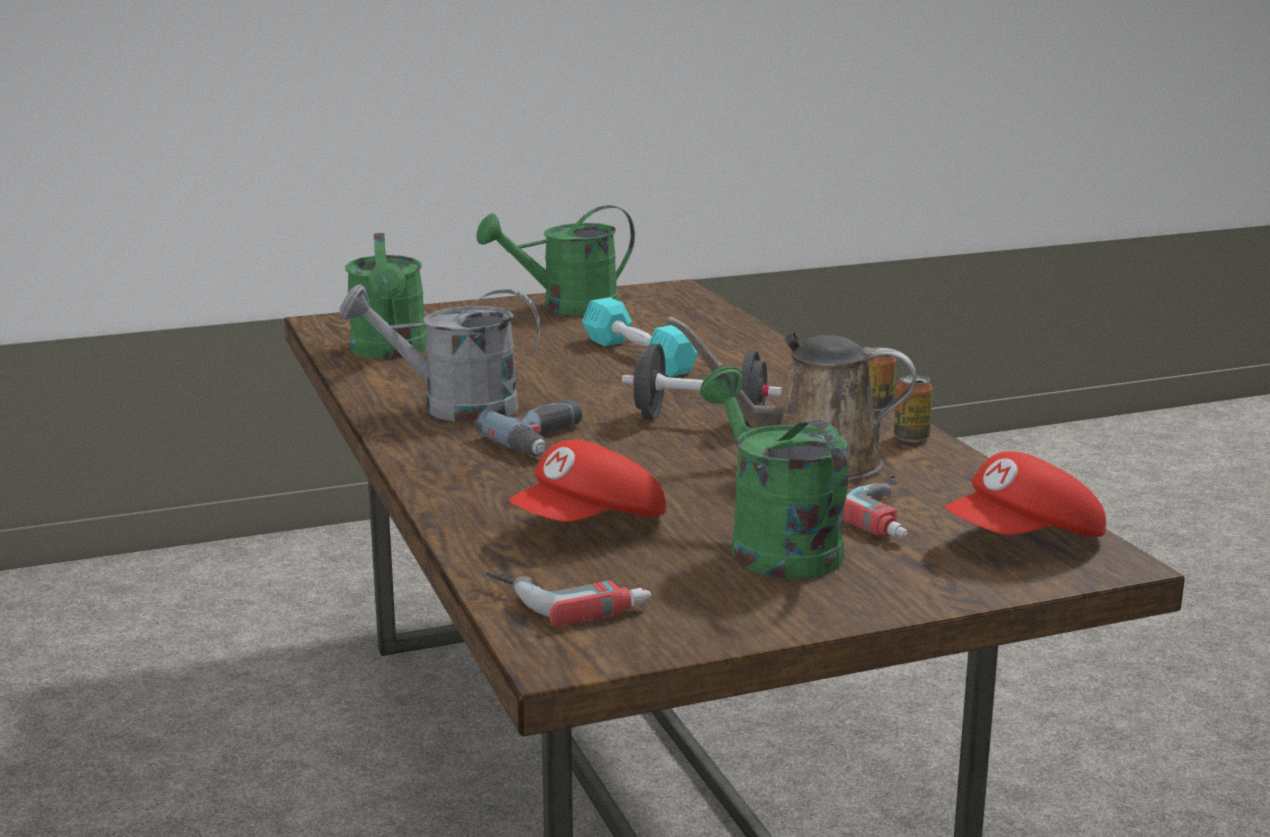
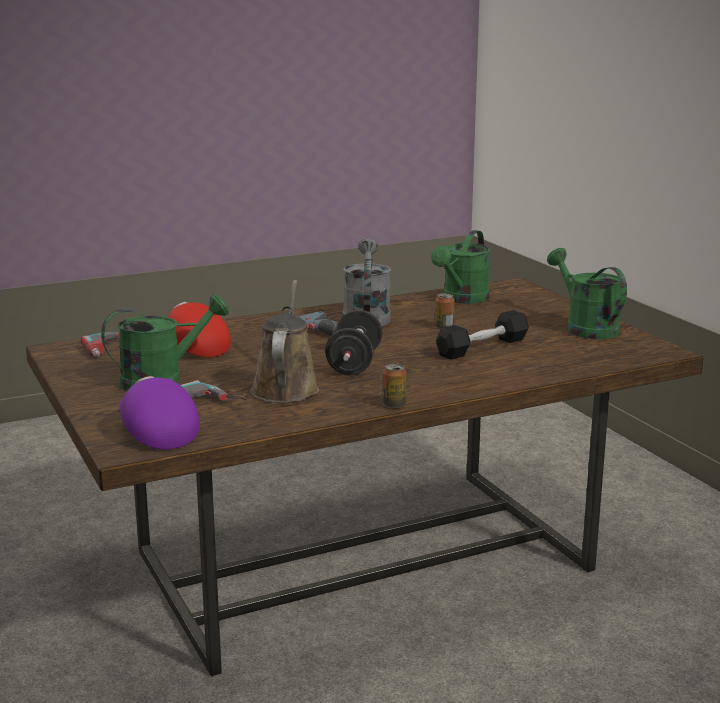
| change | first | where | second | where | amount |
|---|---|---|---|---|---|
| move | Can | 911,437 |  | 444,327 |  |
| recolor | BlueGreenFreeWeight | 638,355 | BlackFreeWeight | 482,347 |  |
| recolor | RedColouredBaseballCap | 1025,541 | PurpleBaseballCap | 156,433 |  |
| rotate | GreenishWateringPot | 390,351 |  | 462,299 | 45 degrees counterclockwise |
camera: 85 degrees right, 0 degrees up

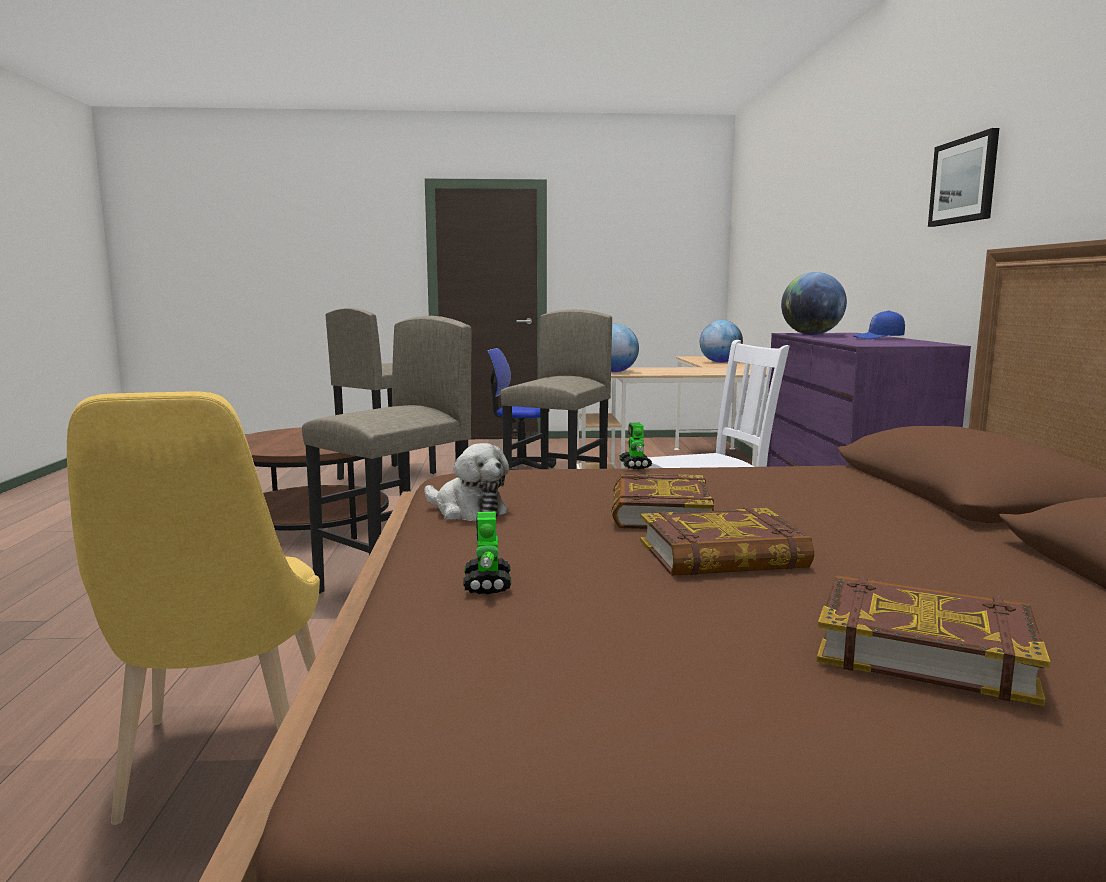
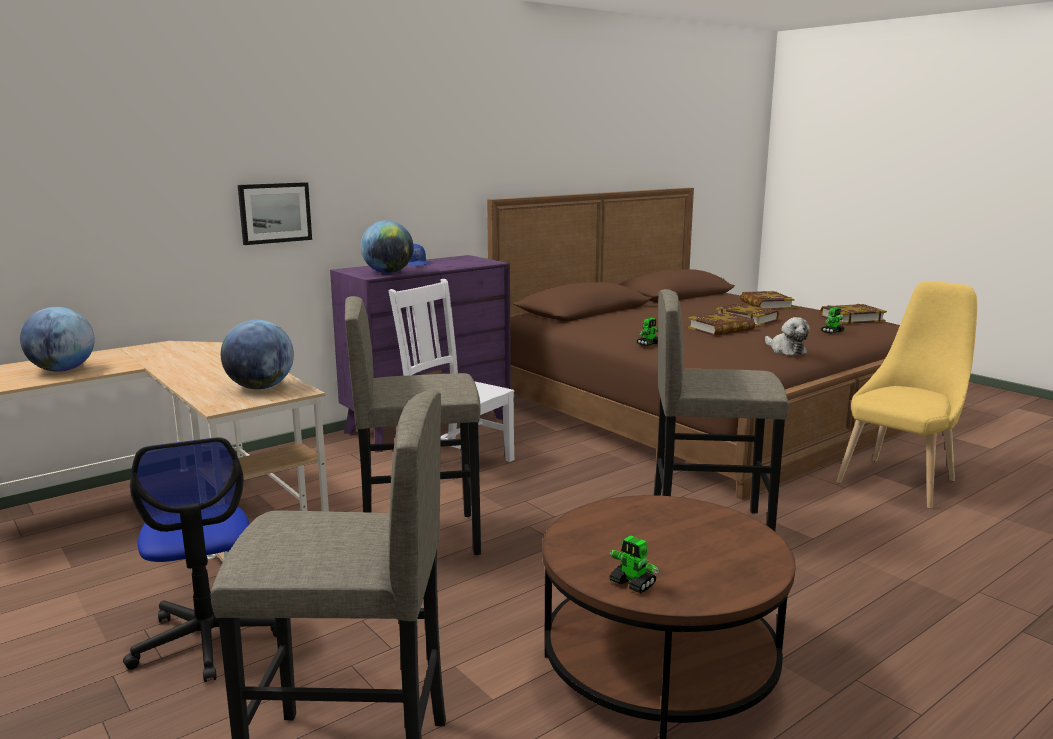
| change | first | where | second | where | amount |
|---|---|---|---|---|---|
| insert |  |  | ModelRobot | 633,584 |  |
| insert |  |  | Volume | 851,318 |  |
| move | WallArt | 964,180 |  | 275,213 |  |
| rotate | CuddlyToy | 467,511 |  | 785,350 | 150 degrees clockwise |
camera: 125 degrees left, 5 degrees up

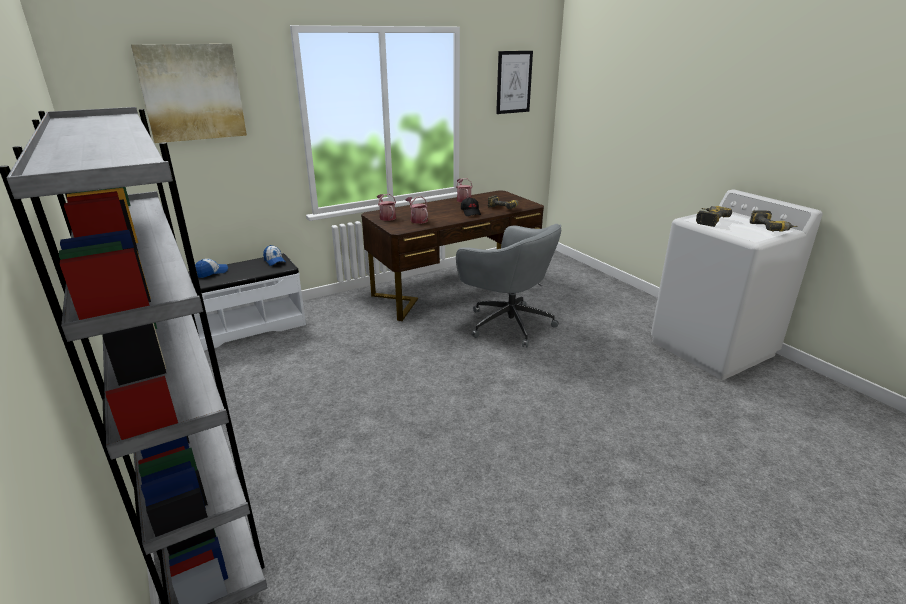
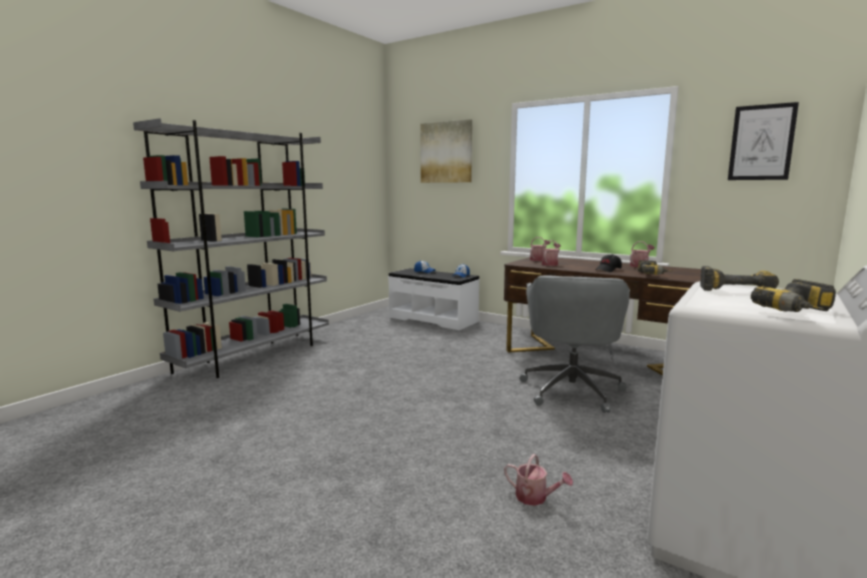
| change | first | where | second | where | amount |
|---|---|---|---|---|---|
| insert |  |  | WateringPot | 535,497 |  |
camera: 65 degrees right, 15 degrees down

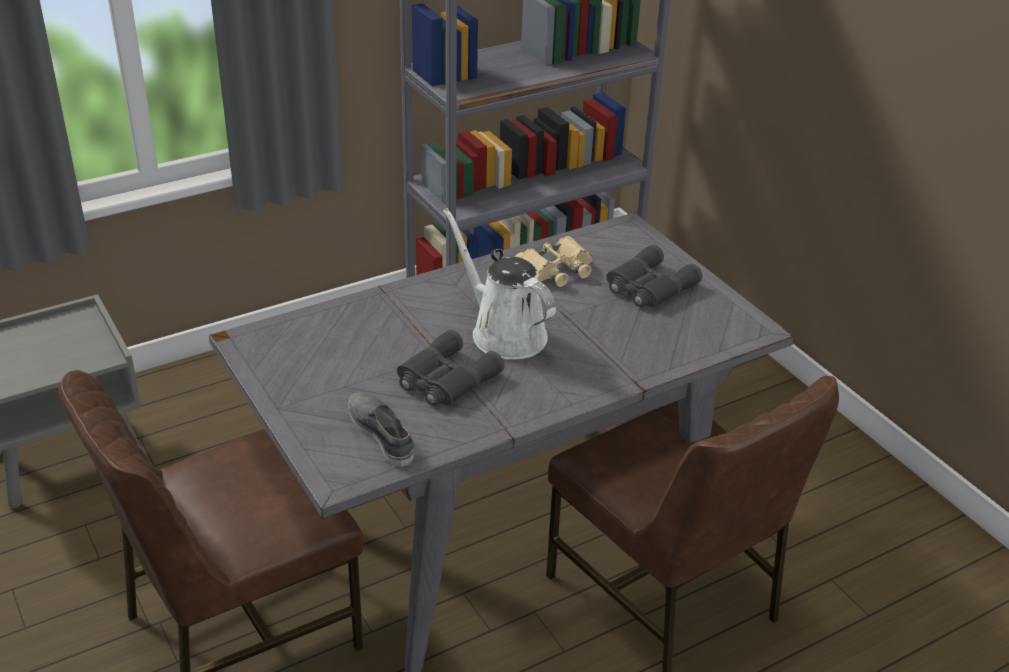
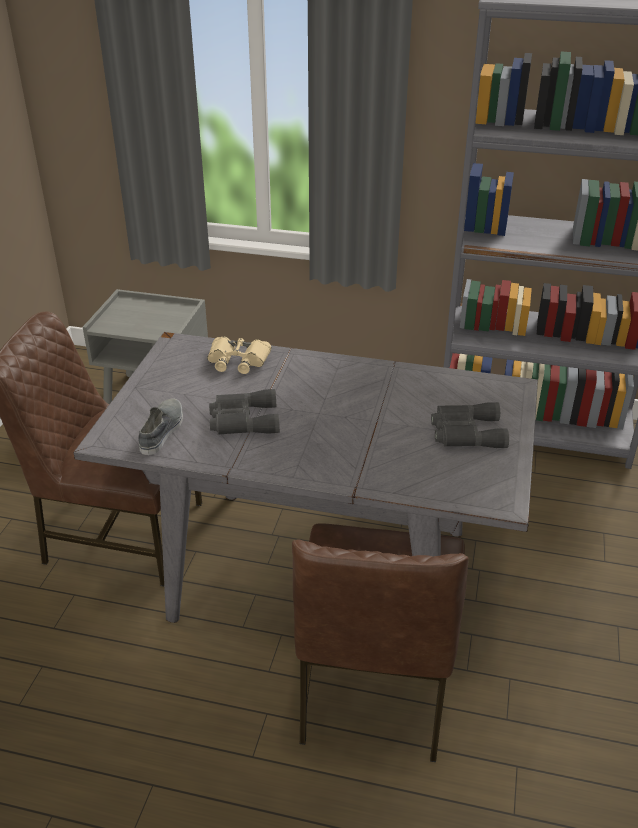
| change | first | where | second | where | amount |
|---|---|---|---|---|---|
| delete | WhitishWateringPot | 503,333 |  |  |  |
| move | BeigeColouredPairOfBinoculars | 555,269 |  | 238,360 |  |
camera: 45 degrees right, 0 degrees up

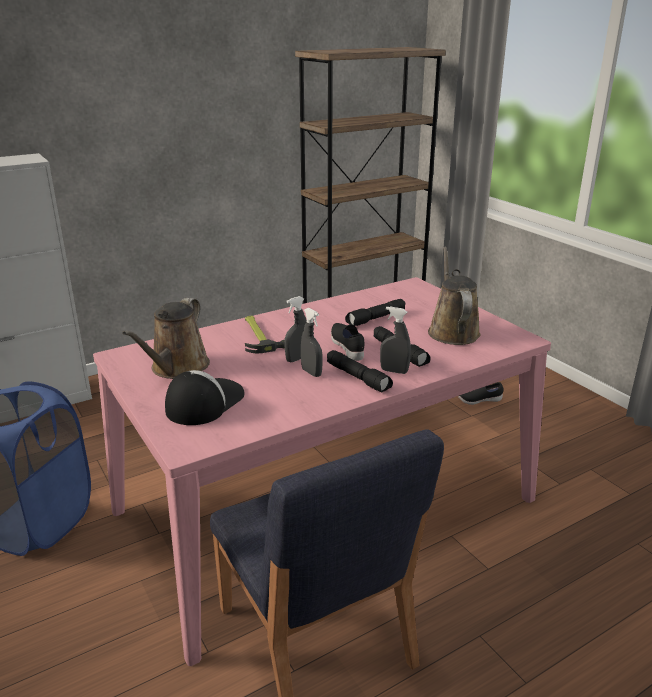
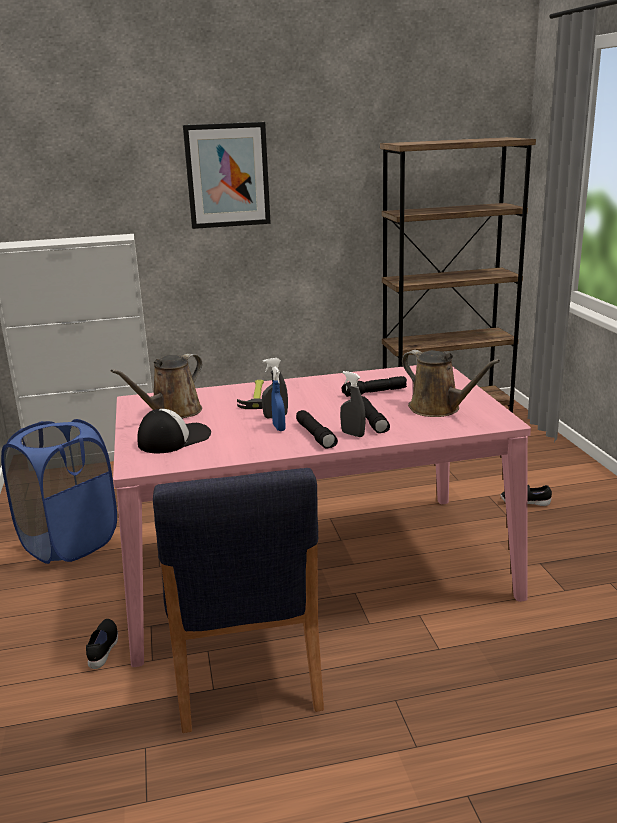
| change | first | where | second | where | amount |
|---|---|---|---|---|---|
| insert |  |  | WallArt | 227,175 |  |
| move | BlackItemOfFootwear | 348,348 |  | 104,649 |  |
| recolor | GreyishHandSprayer | 311,372 | BlueHandSprayer | 279,428 |  |
| rotate | BrownColouredWateringPot | 452,331 |  | 438,409 | 120 degrees clockwise |
camera: 20 degrees right, 5 degrees down

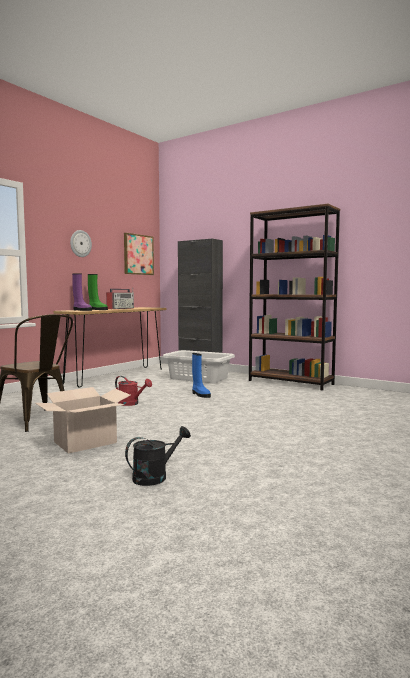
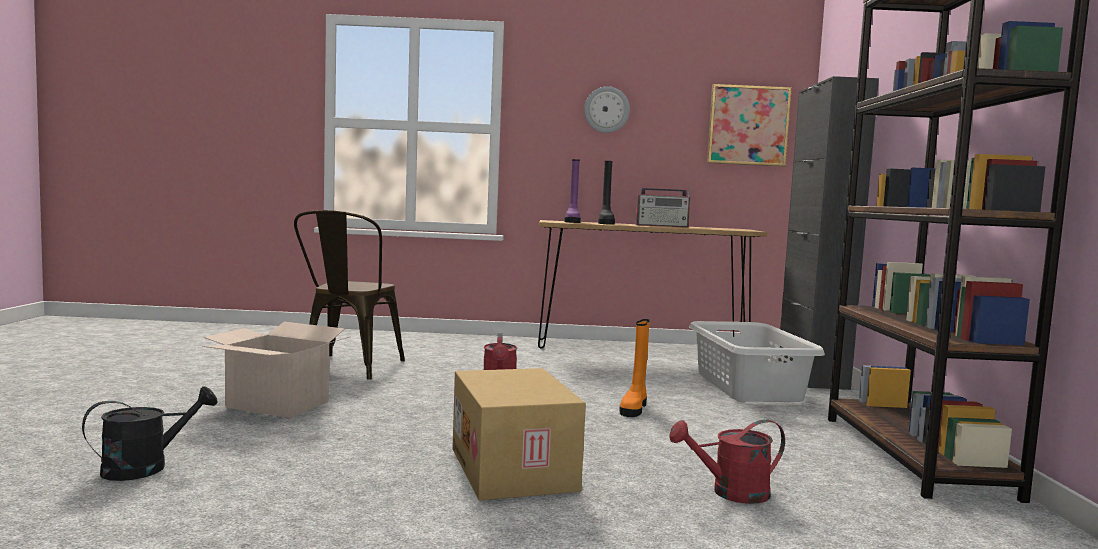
| change | first | where | second | where | amount |
|---|---|---|---|---|---|
| insert |  |  | PackingBox | 515,469 |  |
| insert |  |  | RedColouredWateringPot | 730,493 |  |
| recolor | GreenishBoot | 97,309 | BlackBoot | 605,223 |  |
| recolor | BlueBoot | 200,394 | OrangeColouredBoot | 634,408 |  |
| rotate | BlackWateringPot | 155,476 |  | 146,467 | 60 degrees counterclockwise |
camera: 55 degrees right, 0 degrees up

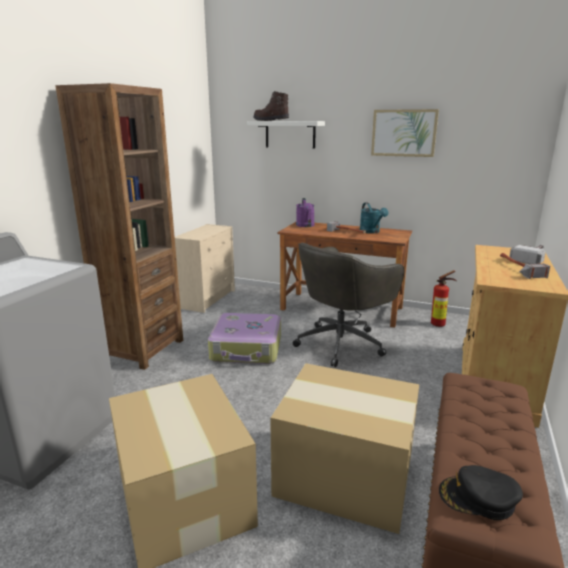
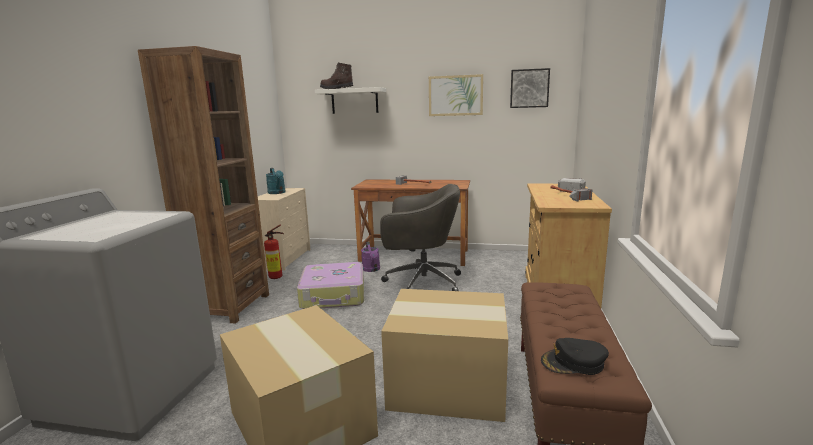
| change | first | where | second | where | amount |
|---|---|---|---|---|---|
| insert |  |  | WallArt | 529,88 |  |
| move | PurpleWateringPot | 305,226 |  | 372,269 |  |
| move | BlueGreenWateringPot | 371,232 |  | 277,193 |  |
| move | FireExtinguisher | 440,324 |  | 278,277 |  |
| rotate | GreyishComputerChair | 342,343 |  | 421,282 | 120 degrees counterclockwise |
camera: 10 degrees left, 5 degrees down

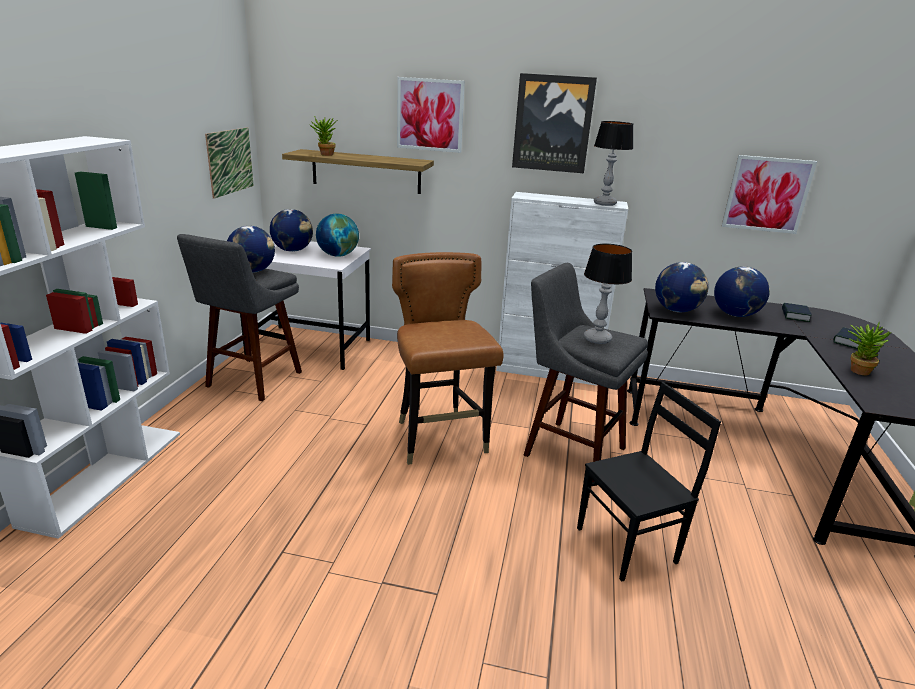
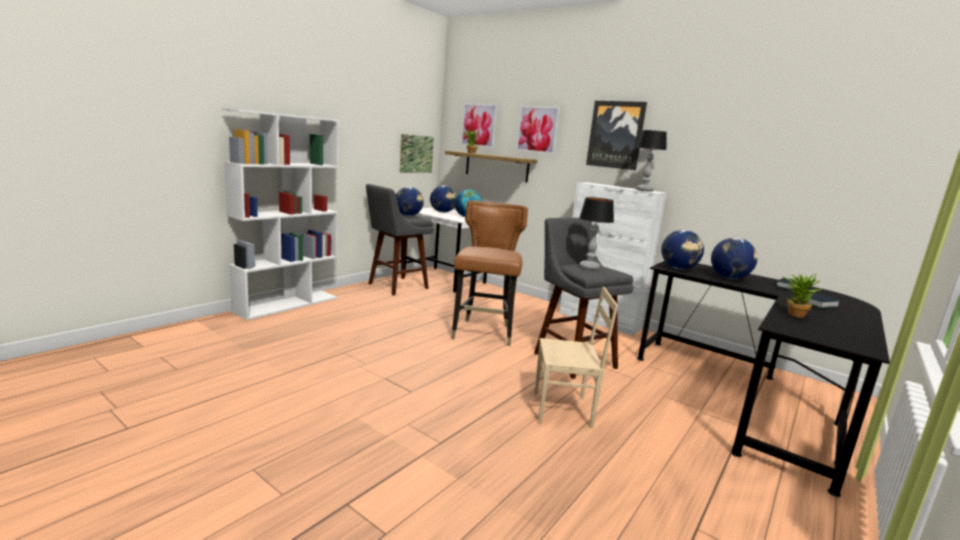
| change | first | where | second | where | amount |
|---|---|---|---|---|---|
| move | WallArt | 767,194 |  | 479,125 |  |
| recolor | BlackChair | 628,545 | BeigeColouredChair | 563,410 |  |
camera: 25 degrees right, 10 degrees down

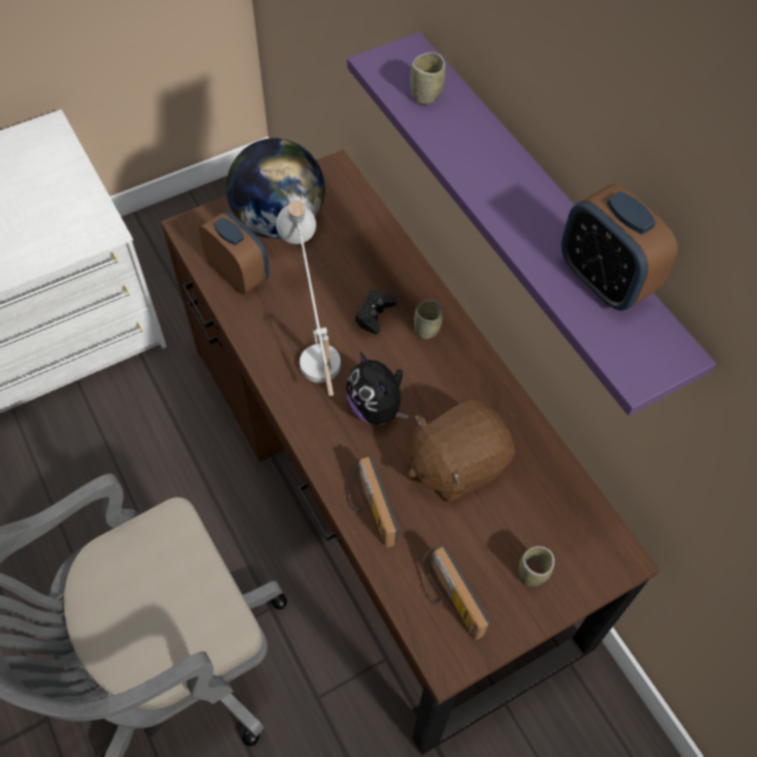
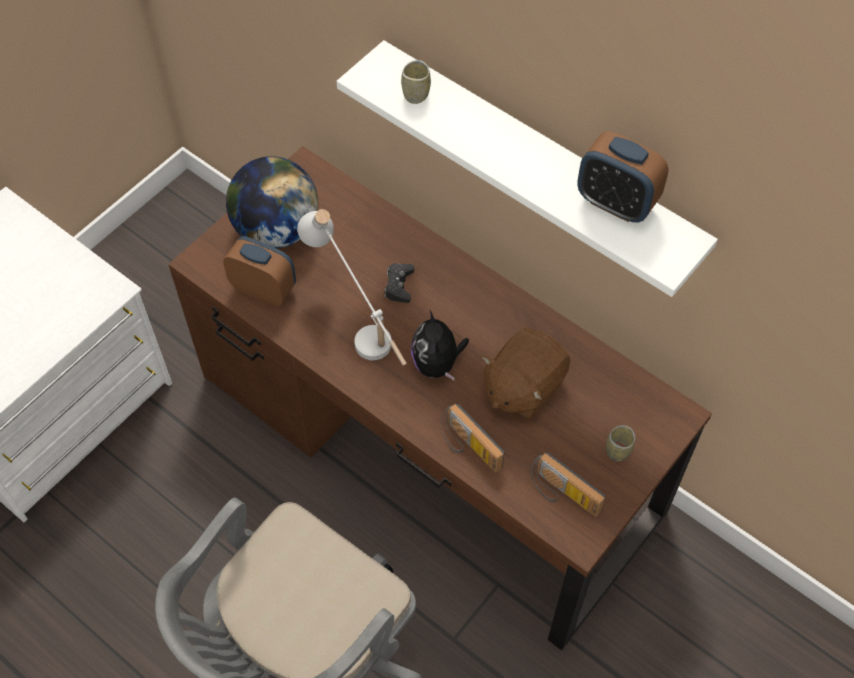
| change | first | where | second | where | amount |
|---|---|---|---|---|---|
| delete | Cup | 427,329 |  |  |  |
| recolor | PurpleBracketShelf | 541,212 | WhitishBracketShelf | 538,161 |  |
| rotate | CuddlyToy | 377,408 |  | 437,364 | 45 degrees clockwise |
camera: 20 degrees left, 0 degrees up

